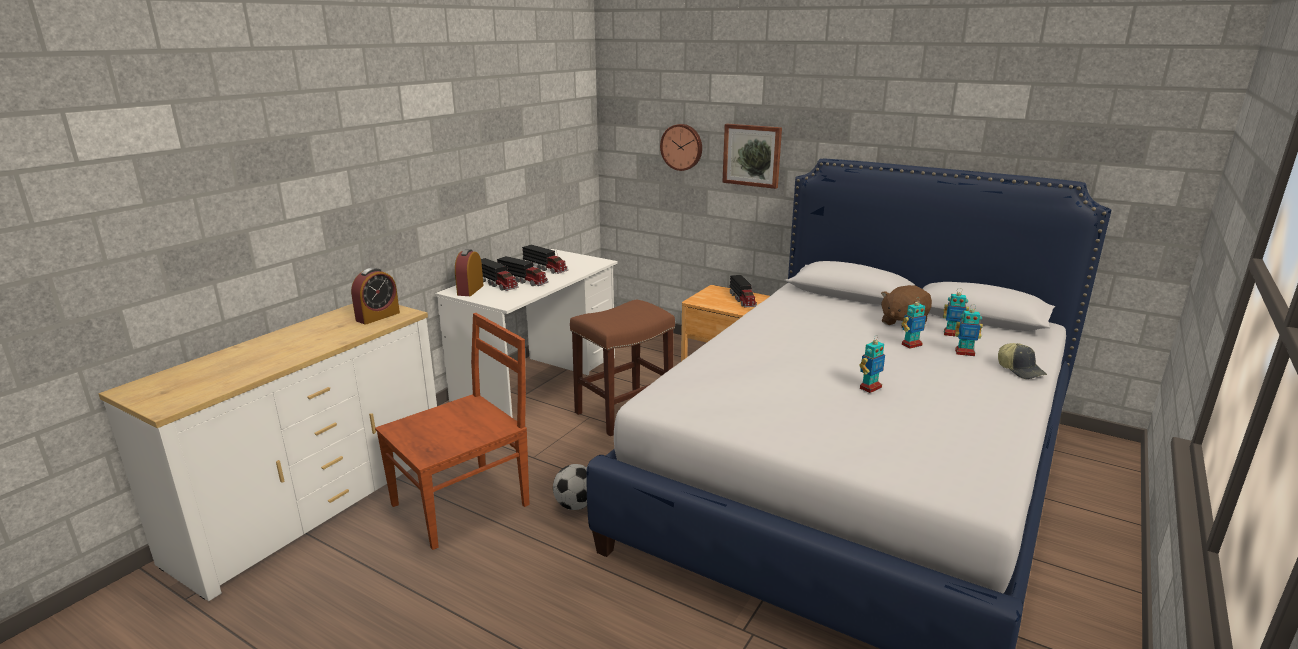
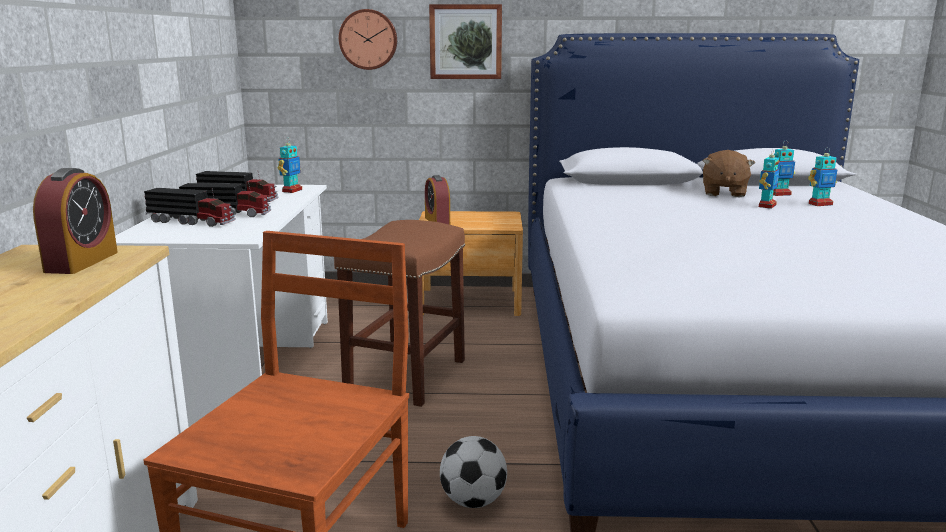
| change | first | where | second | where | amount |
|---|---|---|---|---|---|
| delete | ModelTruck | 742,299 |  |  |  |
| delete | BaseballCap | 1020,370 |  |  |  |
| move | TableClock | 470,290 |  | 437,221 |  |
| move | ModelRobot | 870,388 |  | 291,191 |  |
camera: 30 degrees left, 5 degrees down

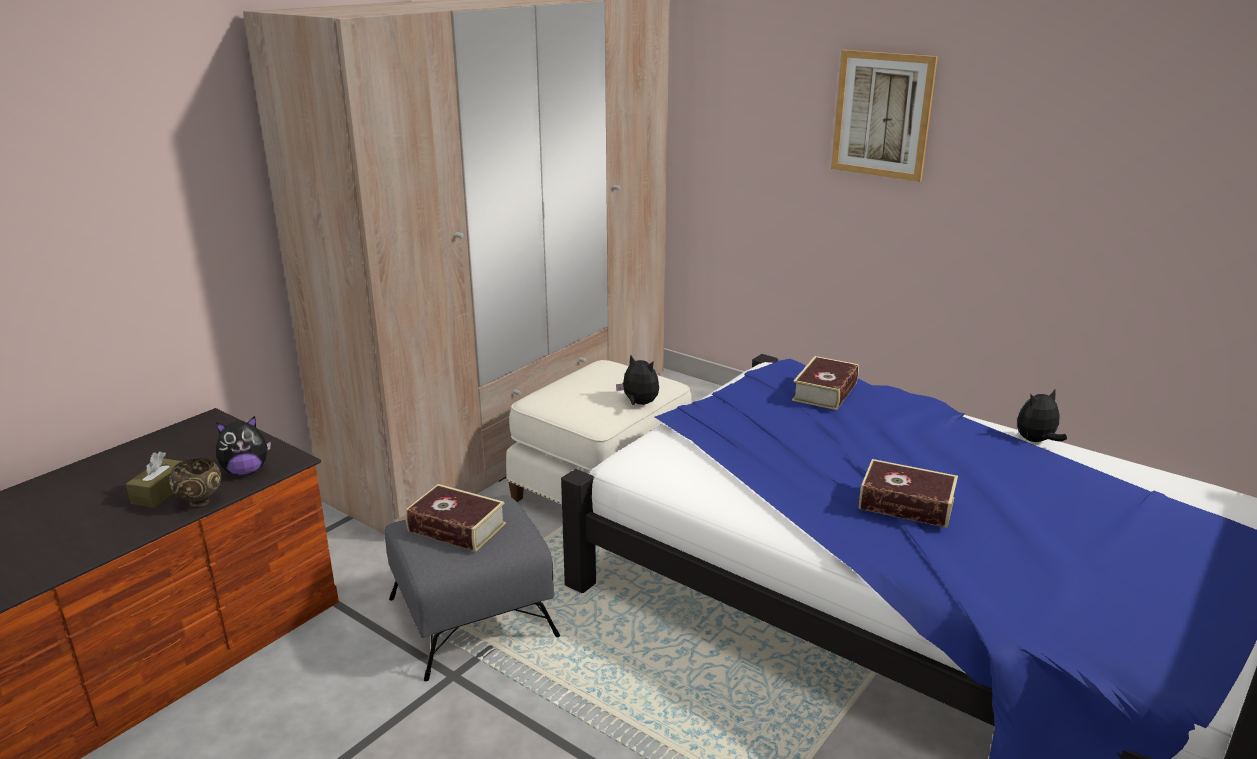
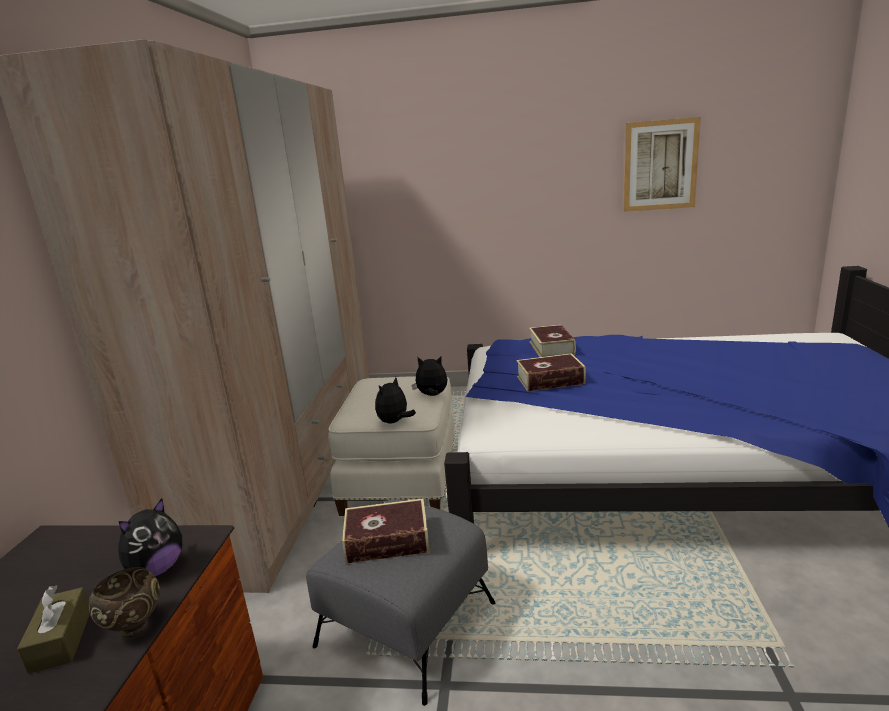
| change | first | where | second | where | amount |
|---|---|---|---|---|---|
| move | WallArt | 882,115 |  | 660,165 |  |
| move | Volume | 906,504 |  | 550,380 |  |
| move | CuddlyToy | 1036,441 |  | 394,422 |  |
camera: 30 degrees left, 5 degrees down

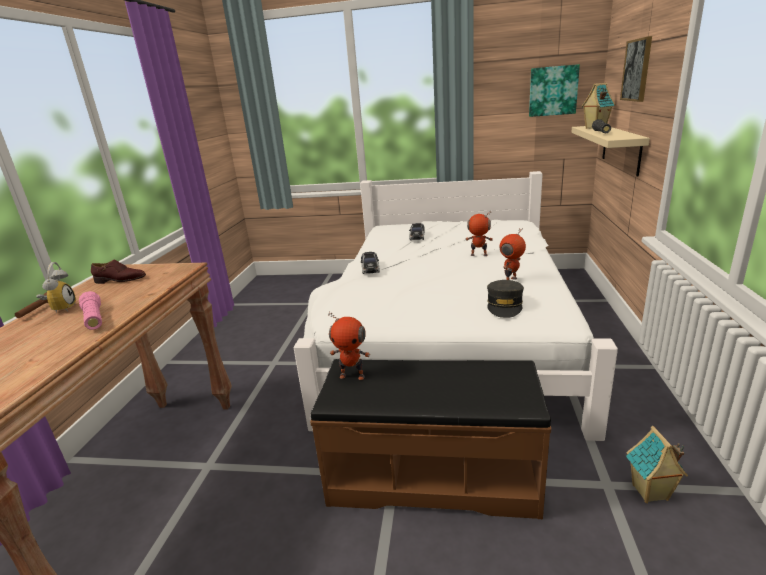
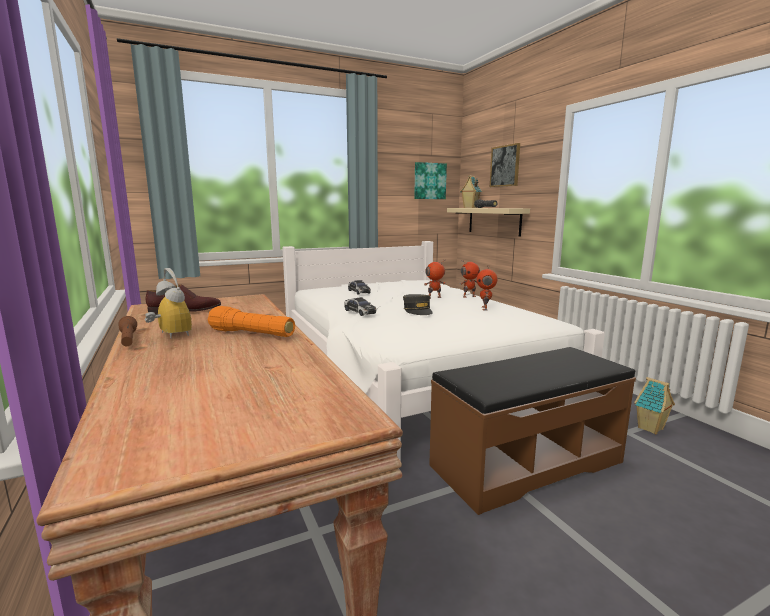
| change | first | where | second | where | amount |
|---|---|---|---|---|---|
| move | ModelRobot | 352,376 |  | 469,296 |  |
| move | GreyishBaseballCap | 505,306 |  | 418,311 |  |
| recolor | PinkColouredFlashlight | 94,319 | OrangeColouredFlashlight | 252,334 |  |
camera: 35 degrees left, 10 degrees down

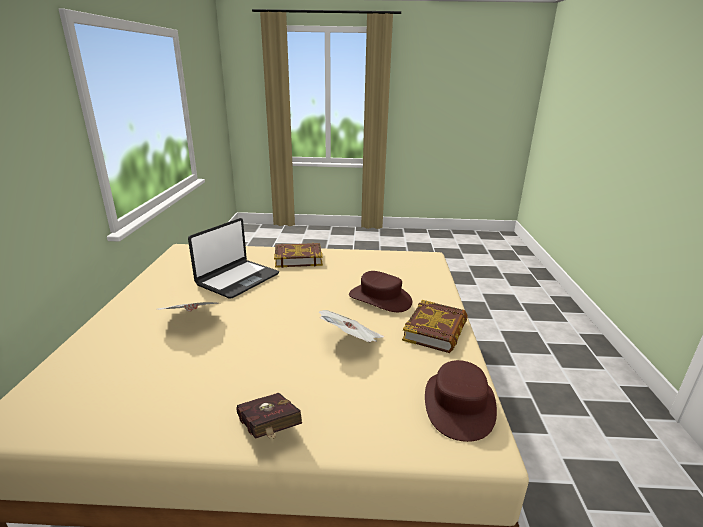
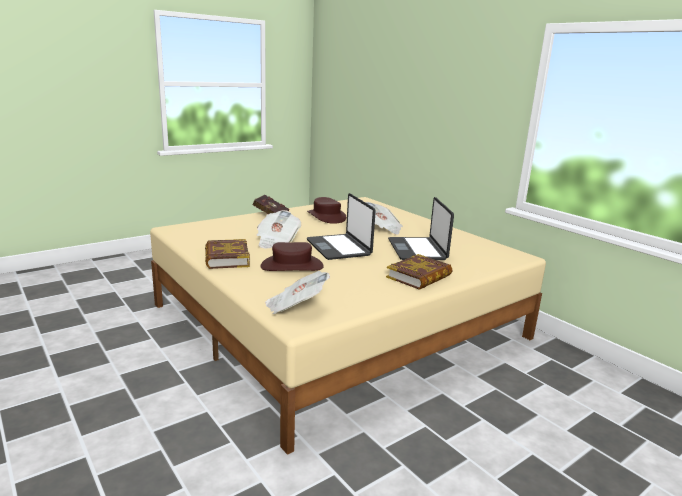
| change | first | where | second | where | amount |
|---|---|---|---|---|---|
| insert |  |  | DailyPaper | 295,307 |  |
| insert |  |  | PortableComputer | 339,248 |  |
| move | BrownColouredClothingHat | 458,404 |  | 326,216 |  |
camera: 140 degrees right, 5 degrees down

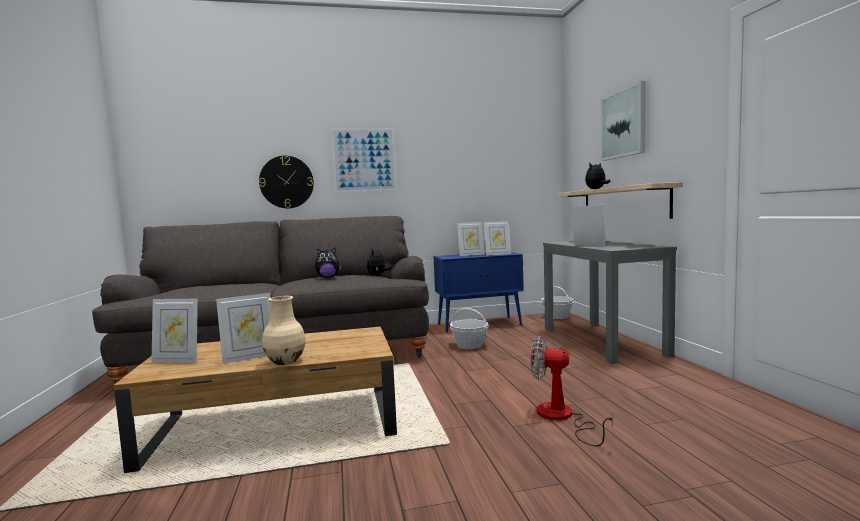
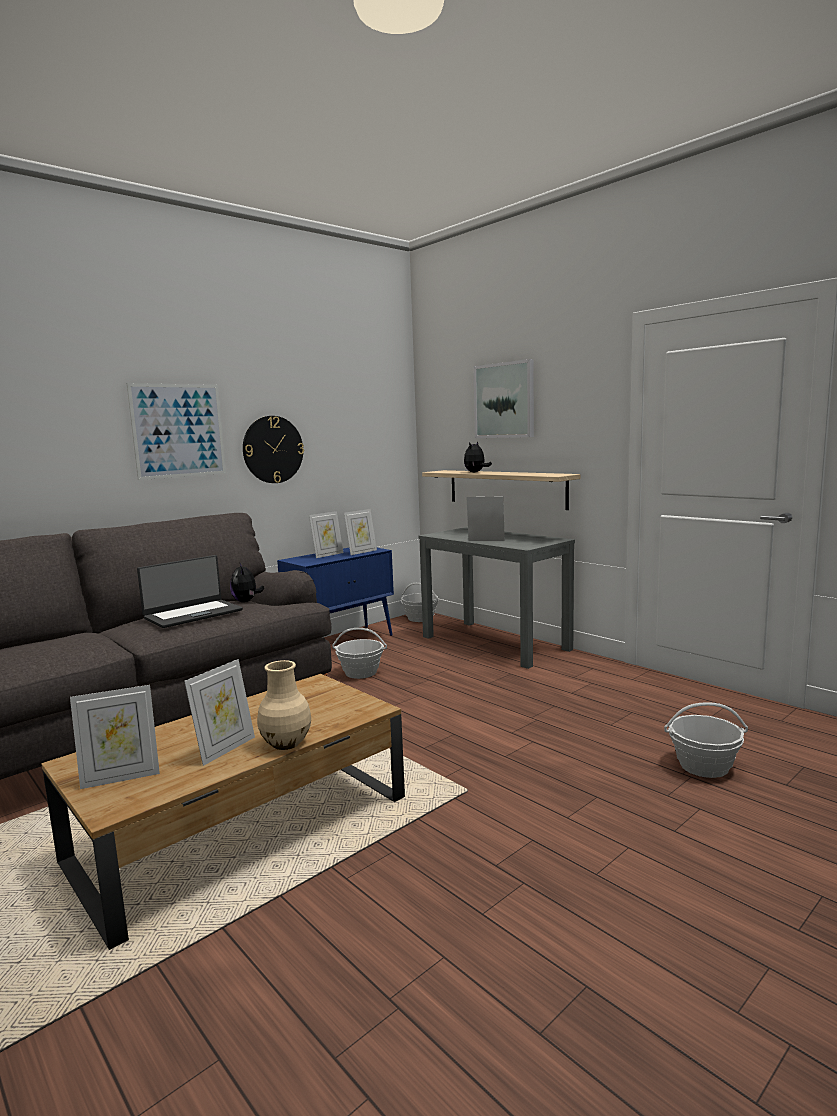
| change | first | where | second | where | amount |
|---|---|---|---|---|---|
| delete | CoolingFan | 562,418 |  |  |  |
| insert |  |  | StorageBasket | 703,766 |  |
| move | ClockOnTheWall | 286,182 |  | 273,449 |  |
| replace | CuddlyToy | 328,277 | PortableComputer | 193,614 |  |
camera: 30 degrees left, 5 degrees up

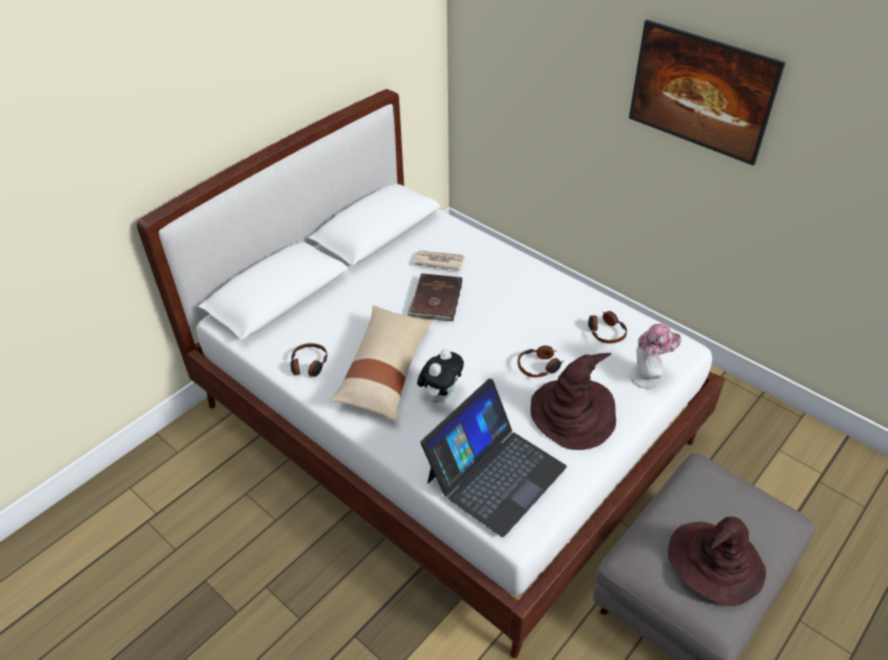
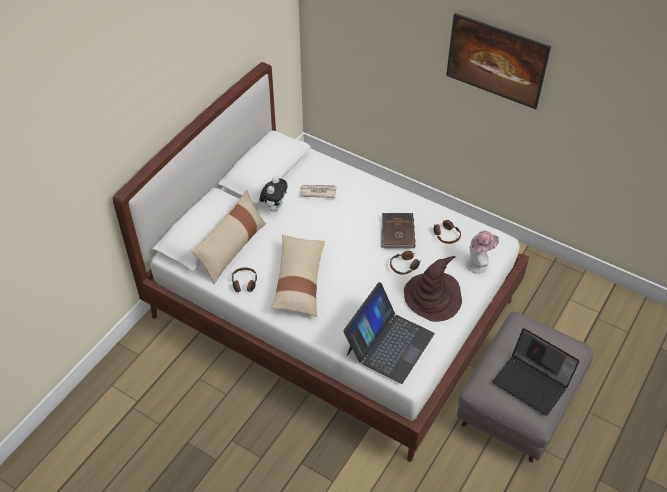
| change | first | where | second | where | amount |
|---|---|---|---|---|---|
| insert |  |  | BeigeColouredThrowPillow | 232,248 |  |
| move | BrownColouredVolume | 435,300 |  | 397,232 |  |
| move | CuddlyToy | 441,395 |  | 274,207 |  |
| replace | BrownColouredClothingHat | 714,563 | PortableComputer | 532,383 |  |
camera: 10 degrees left, 5 degrees up

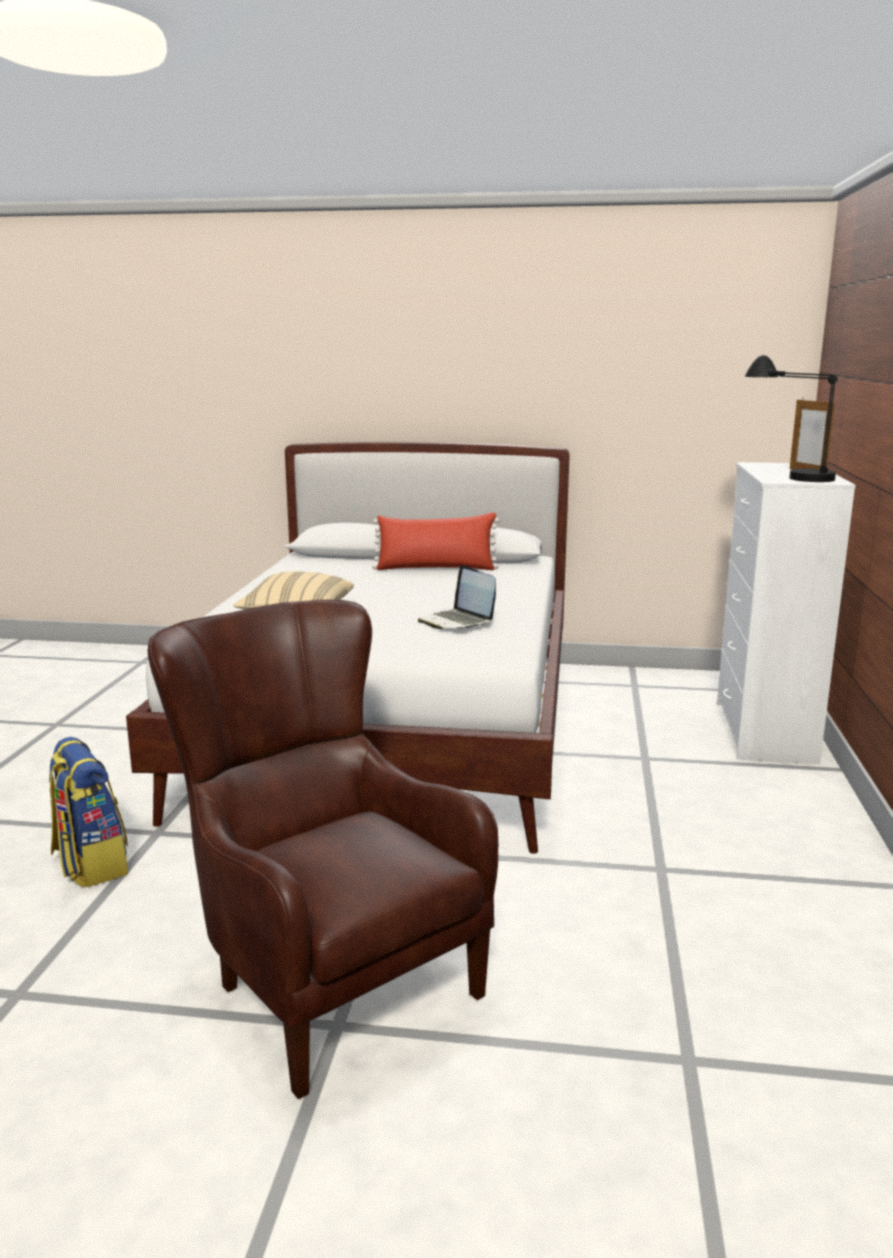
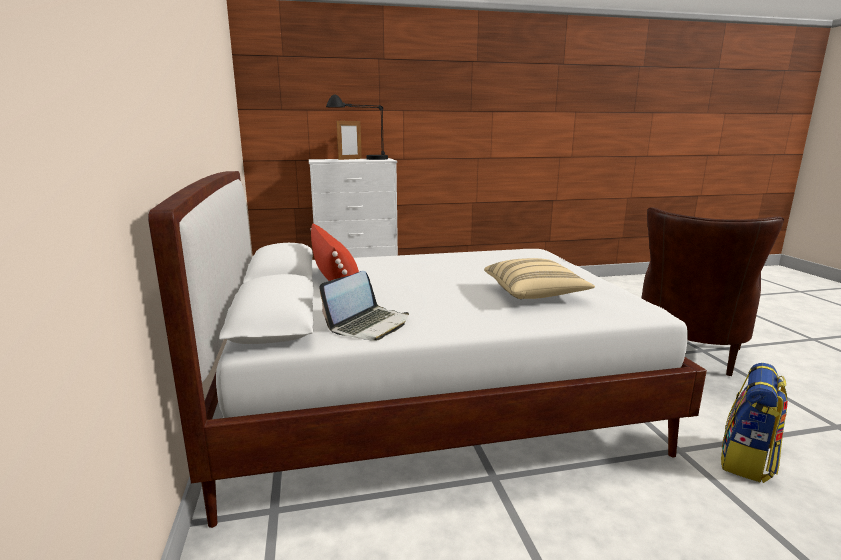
| change | first | where | second | where | amount |
|---|---|---|---|---|---|
| move | PortableComputer | 457,622 |  | 369,325 |  |
camera: 110 degrees left, 0 degrees up

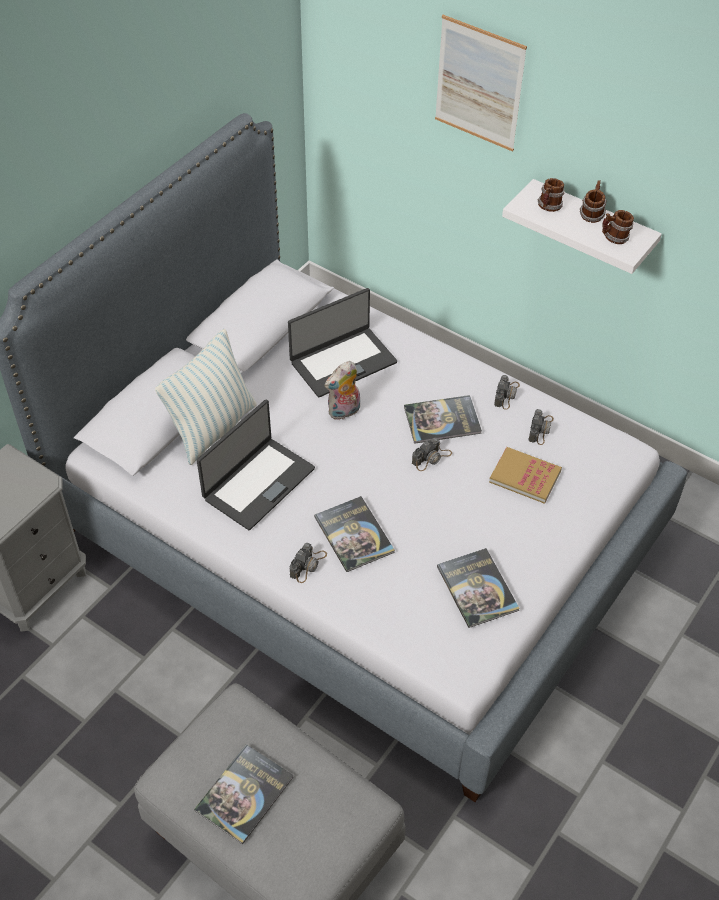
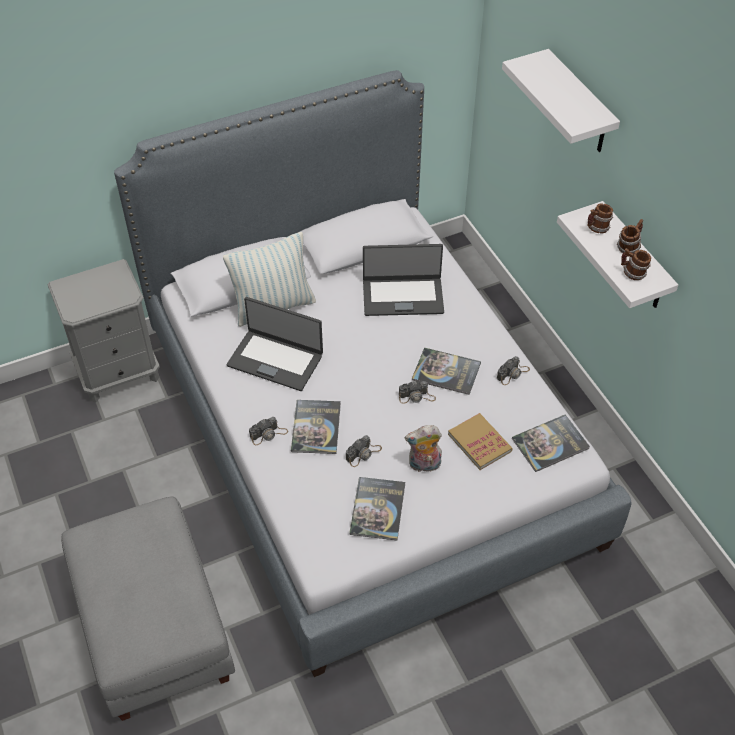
| change | first | where | second | where | amount |
|---|---|---|---|---|---|
| move | Volume | 244,794 |  | 550,443 |  |
| move | CuddlyToy | 344,412 |  | 424,465 |  |
| move | StillCamera | 541,429 |  | 363,454 |  |
| replace | WallArt | 479,84 | WhitishBracketShelf | 579,104 |  |
| rotate | PortableComputer | 258,483 |  | 275,359 | 45 degrees clockwise |
camera: 30 degrees right, 0 degrees up

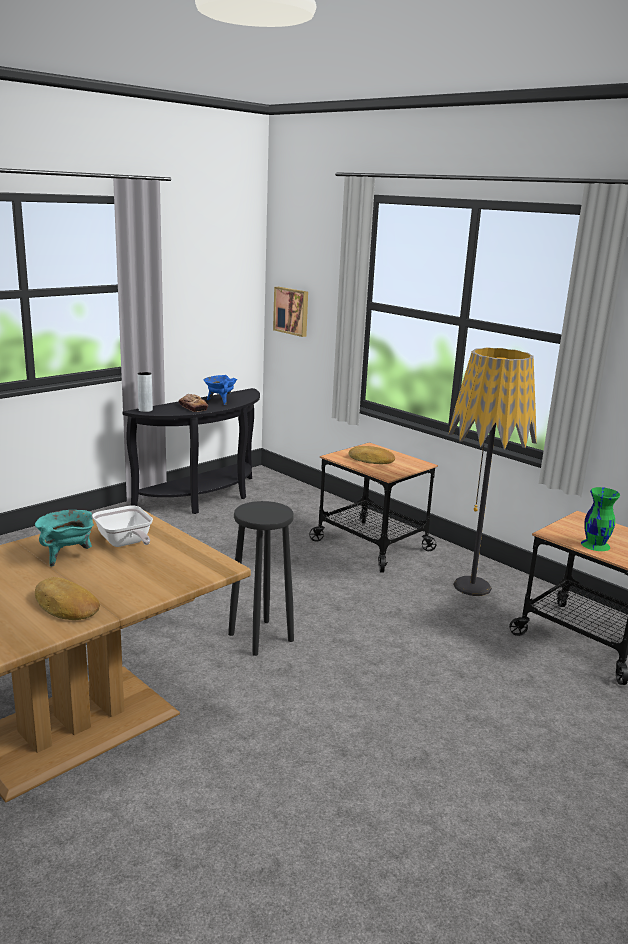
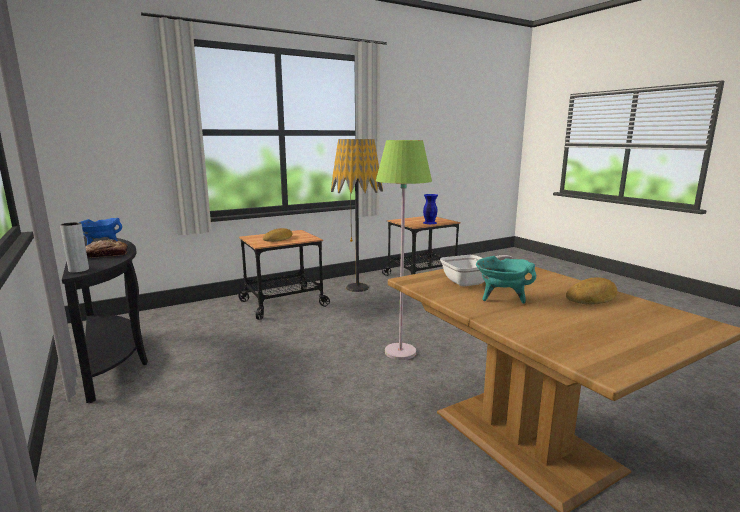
| change | first | where | second | where | amount |
|---|---|---|---|---|---|
| delete | WallArt | 292,311 |  |  |  |
| replace | BlackStool | 261,637 | GreenishStandingLamp | 400,352 |  |
| recolor | GreenishVase | 595,544 | BlueVase | 429,223 |  |
camera: 75 degrees left, 5 degrees down

